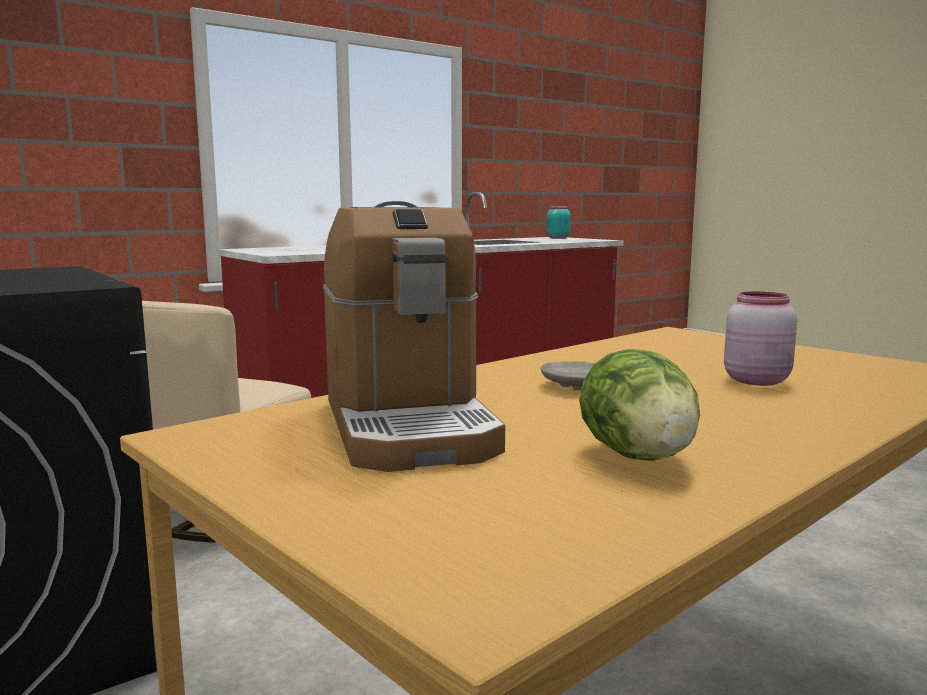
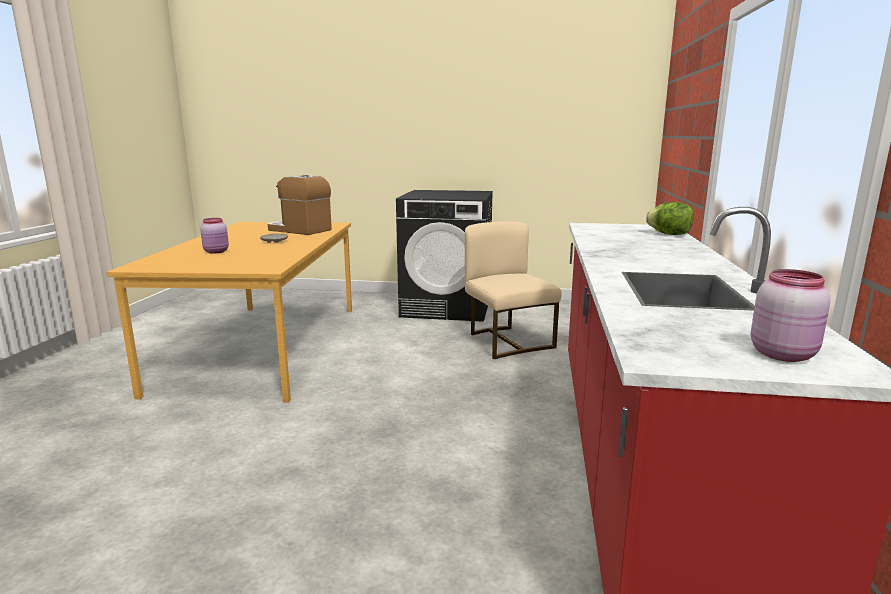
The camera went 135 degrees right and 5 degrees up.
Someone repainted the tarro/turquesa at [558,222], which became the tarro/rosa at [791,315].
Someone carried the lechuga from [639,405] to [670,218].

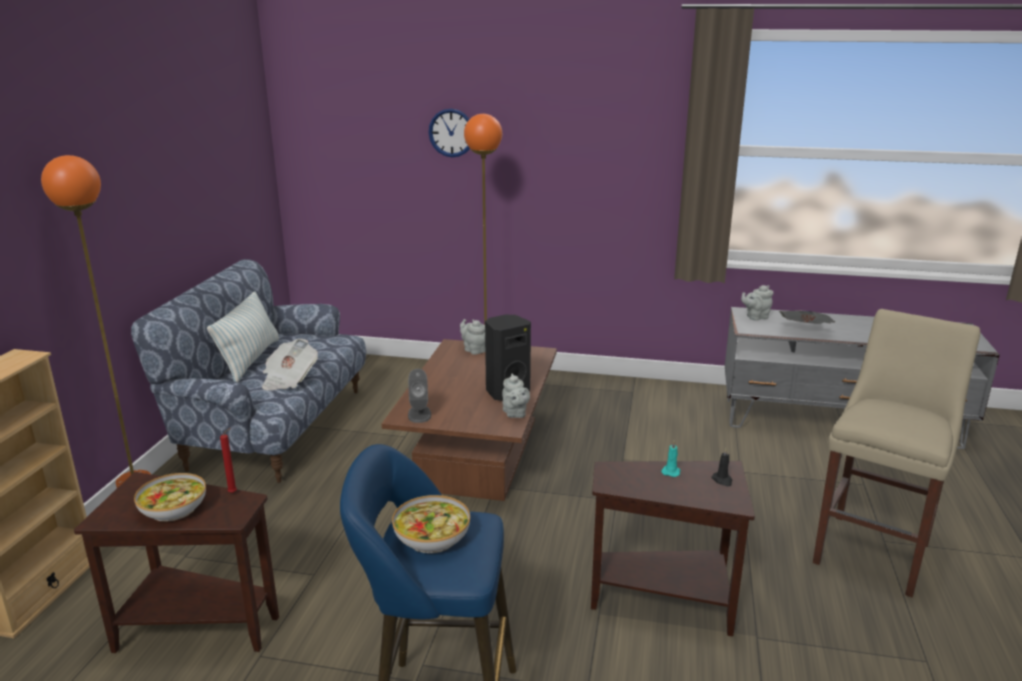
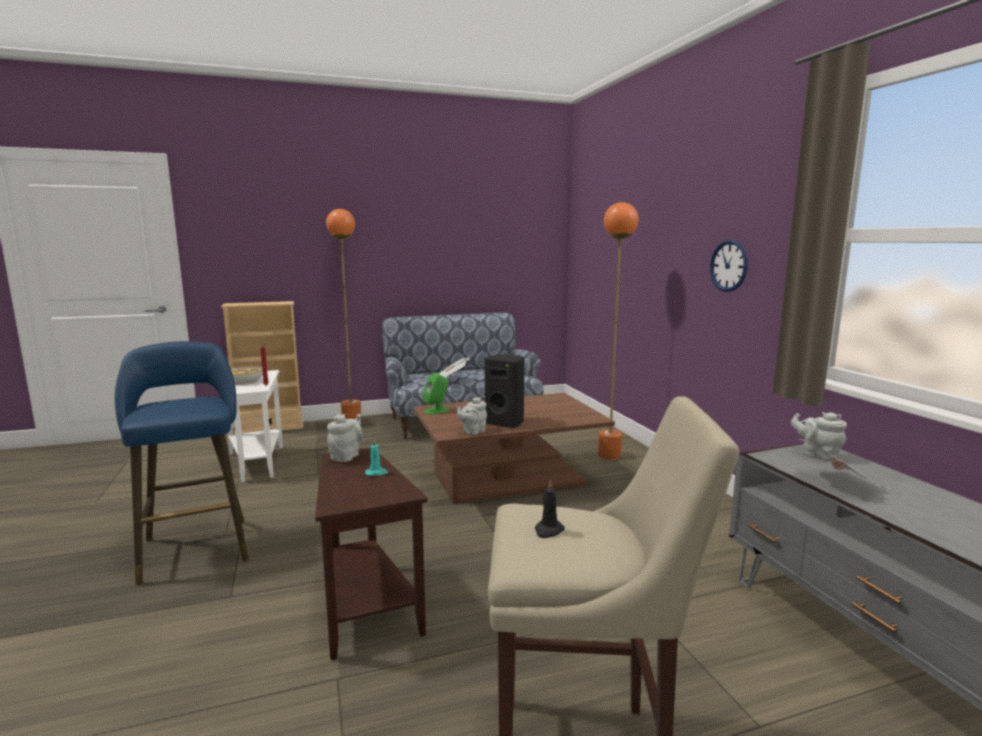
The camera went 60 degrees right and 10 degrees down.
Someone repainted the mesa auxiliar/marrón at [176,562], which became the mesa auxiliar/blanco at [255,426].
Someone took away the cojín at [243,336].
Someone took away the cuenco at [431,524].
Someone repainted the altavoz/gris at [419,396], which became the altavoz/verde at [436,393].
Someone carried the reloj de pared from [449,133] to [729,266].
Someone carried the tetera/gris from [472,337] to [345,438].
Someone carried the vela/negro from [722,467] to [550,509].

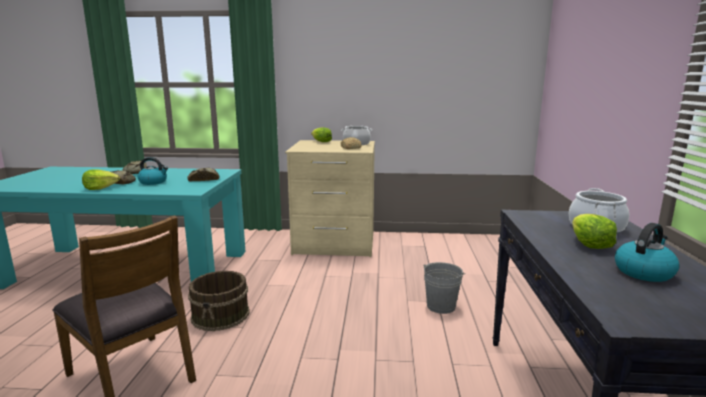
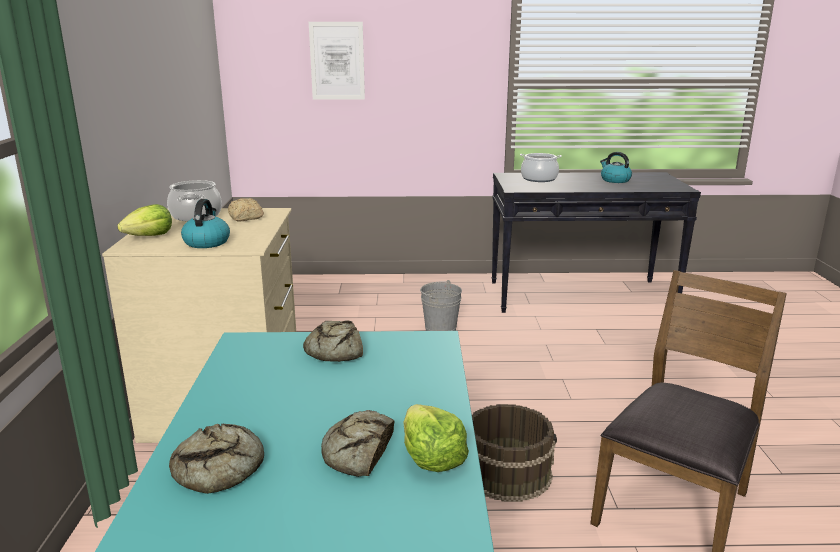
The camera went 95 degrees left and 5 degrees up.
Someone carried the hervidor from [152,171] to [205,223].
Someone took away the lechuga at [594,231].
Someone put up the cuadro at [337,61].

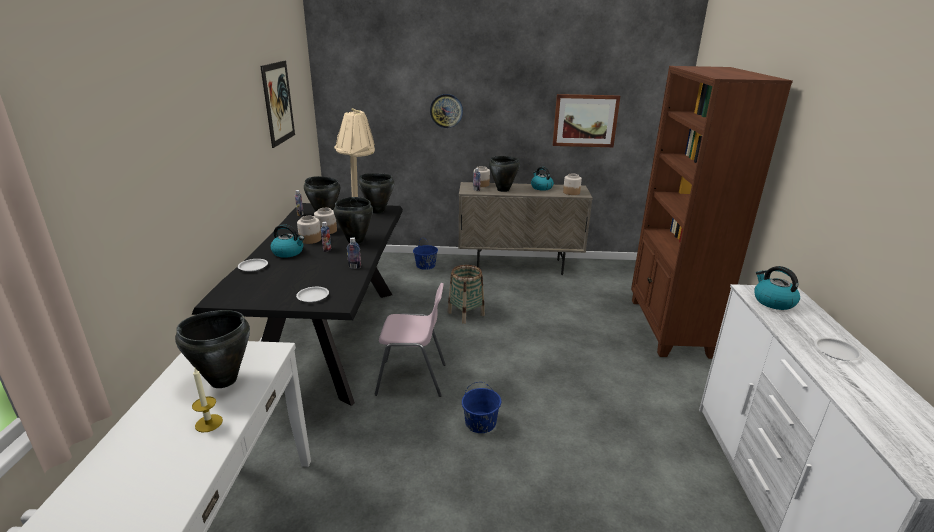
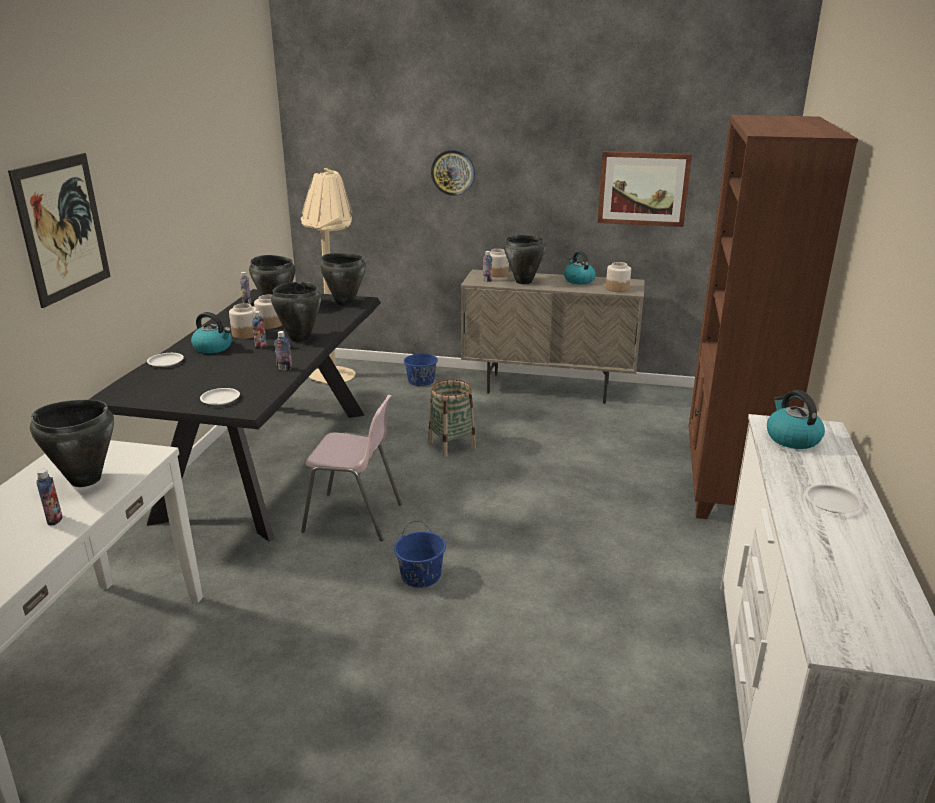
The camera went 10 degrees right and 0 degrees up.
Someone swapped the vela at [207,400] for the botella at [49,497].
Someone carried the cuadro from [277,104] to [59,230].

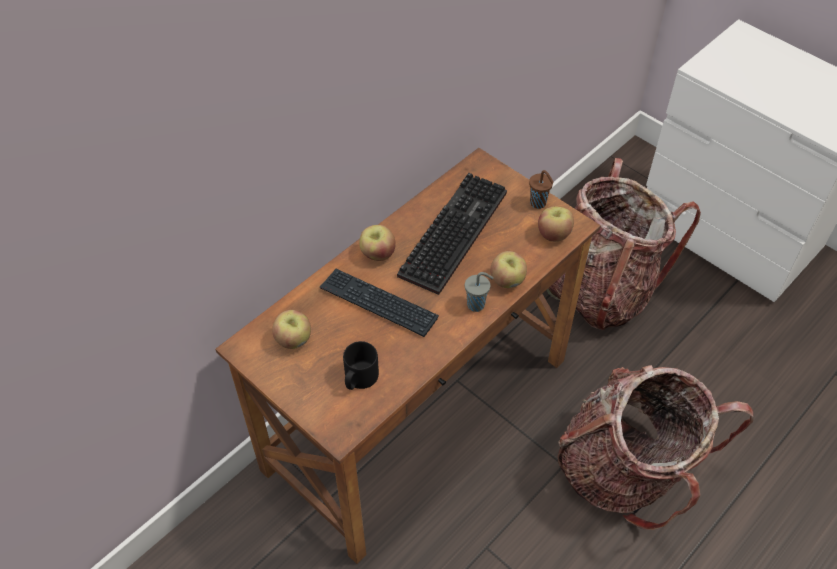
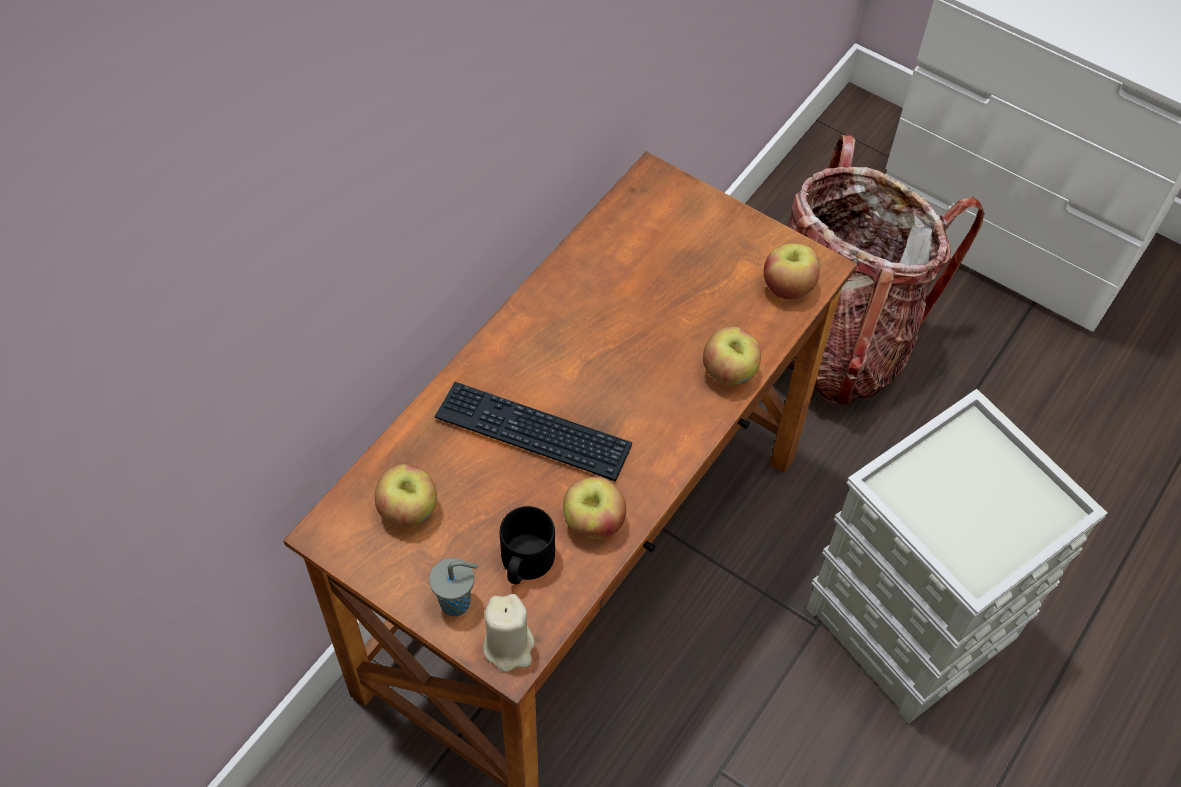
The camera went 10 degrees left and 5 degrees up.
Someone carried the manzana from [377,243] to [594,507].
Someone took away the teclado at [452,234].
Someone carried the taza/gris from [479,292] to [453,587].
Someone took away the taza/marrón at [541,189].
Someone swapped the mochila at [655,447] for the caja de almacenaje/gris at [956,556].
Someone put down the vela/beis at [508,633].

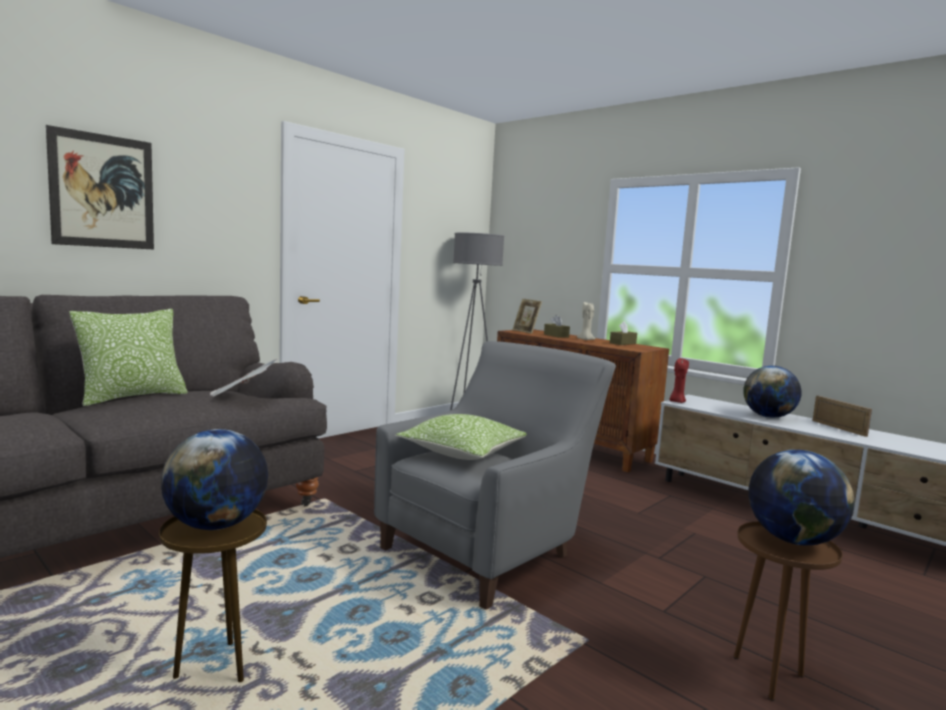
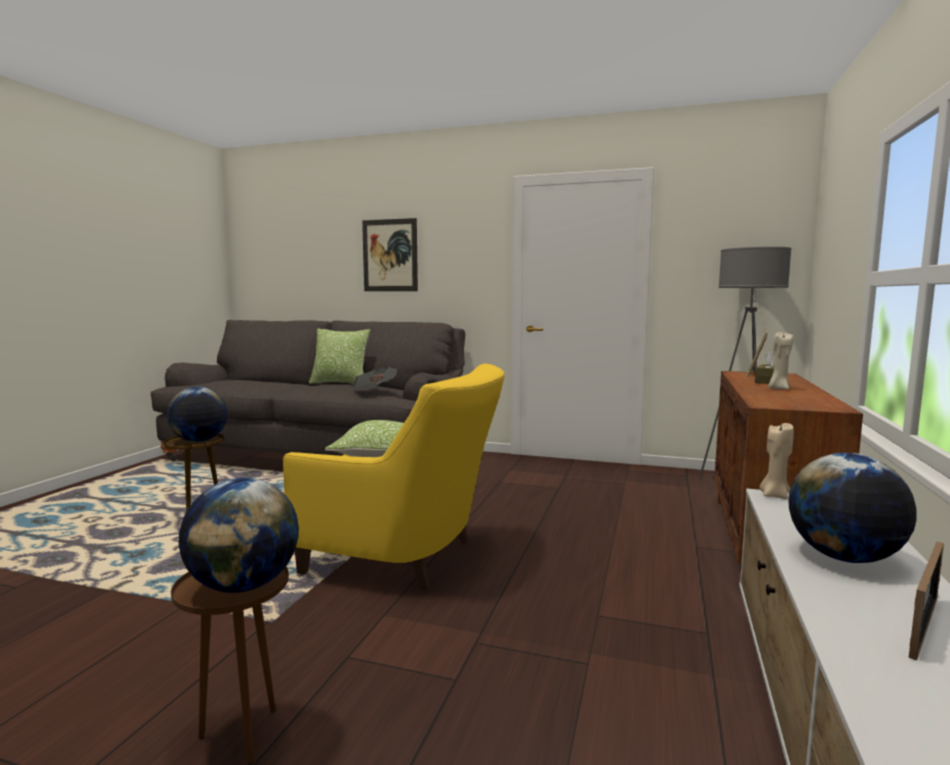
The camera went 65 degrees right and 0 degrees up.
Someone repainted the sillón/gris at [495,475], which became the sillón/amarillo at [393,476].
Someone took away the caja de pañuelos/marrón at [623,333].
Someone repainted the vela/rojo at [679,380], which became the vela/beis at [776,461].

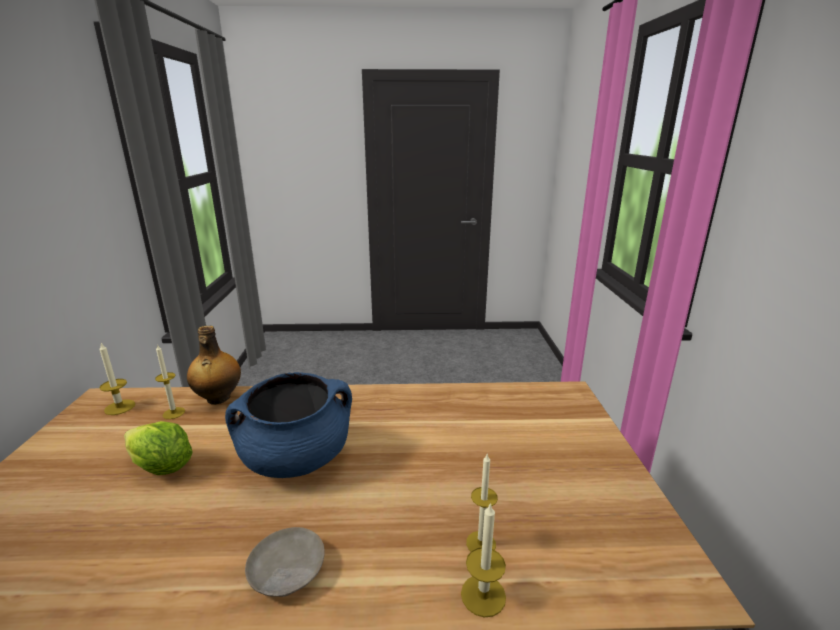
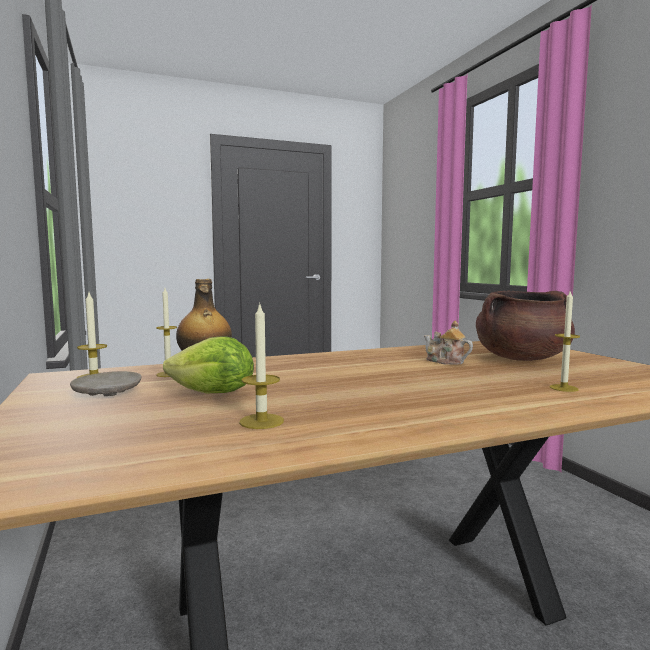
The camera went 20 degrees left and 15 degrees down.
Someone took away the olla/azul at [288,425].
Someone carried the plato/beis from [285,562] to [106,383].
Someone carried the vela from [483,560] to [261,366].
Someone put down the tetera at [448,343].
Someone put down the olla/marrón at [525,325].

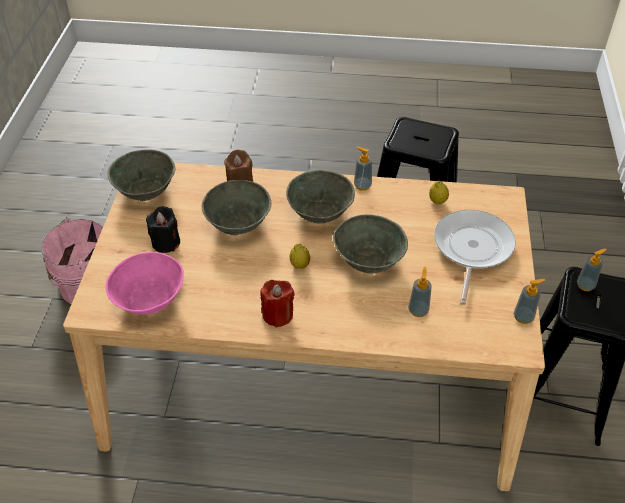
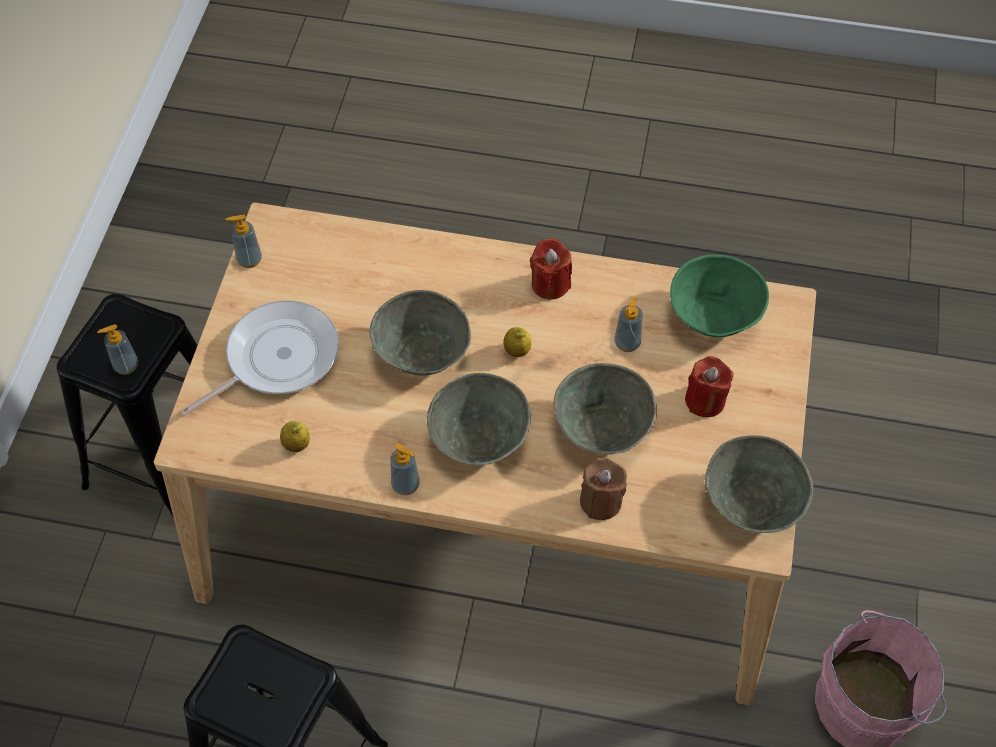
The camera went 175 degrees left and 10 degrees up.
Someone repainted the cuenco/rosa at [144,283], which became the cuenco/verde at [719,295].
Someone repainted the vela/negro at [163,229], which became the vela/rojo at [709,386].
Someone carried the dispensador de jabón from [420,292] to [628,324].
Someone rotated the sartén at [475,257] by 150 degrees counterclockwise.

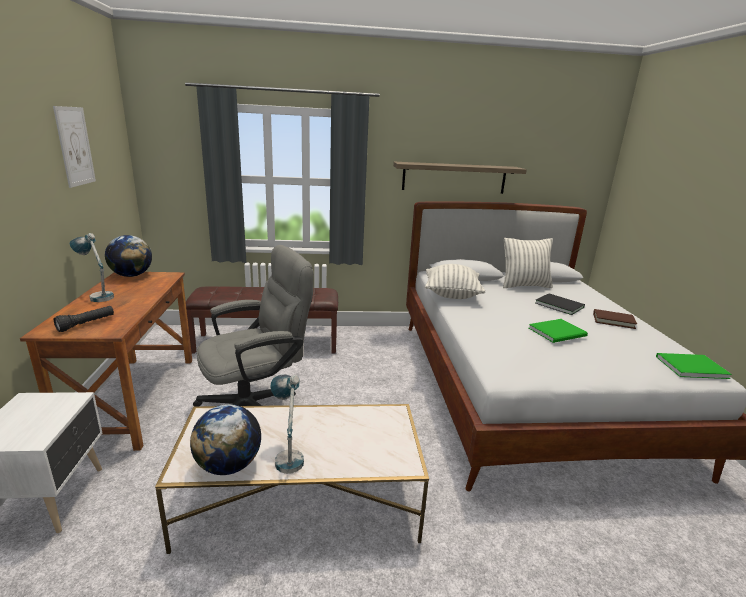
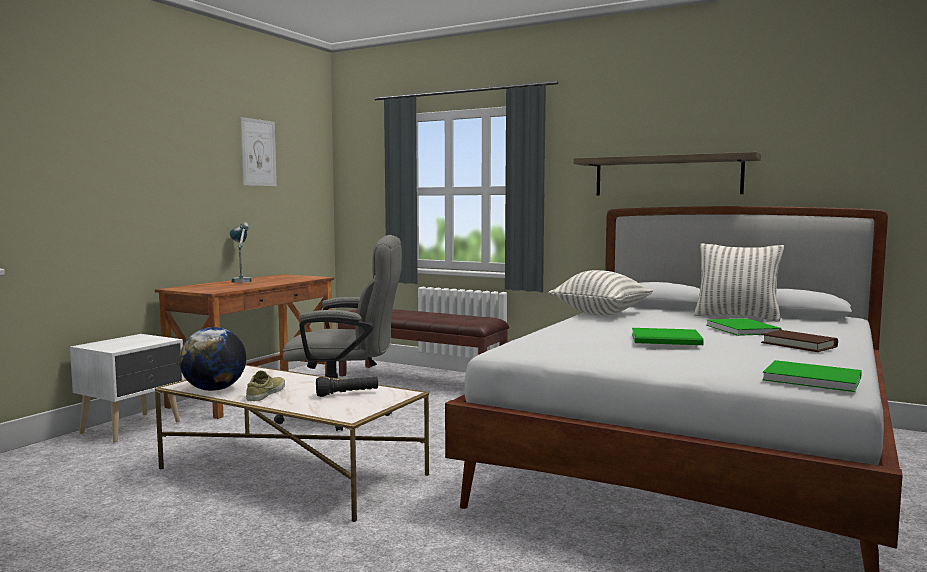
The camera went 35 degrees right and 15 degrees down.
Someone carried the linterna/negro from [84,319] to [347,387].
Someone took away the globo terráqueo at [128,256].
Someone swapped the lámpara de mesa at [287,424] for the zapato/beis at [265,386].
Someone repainted the libro/negro at [560,304], which became the libro/verde at [744,327].

